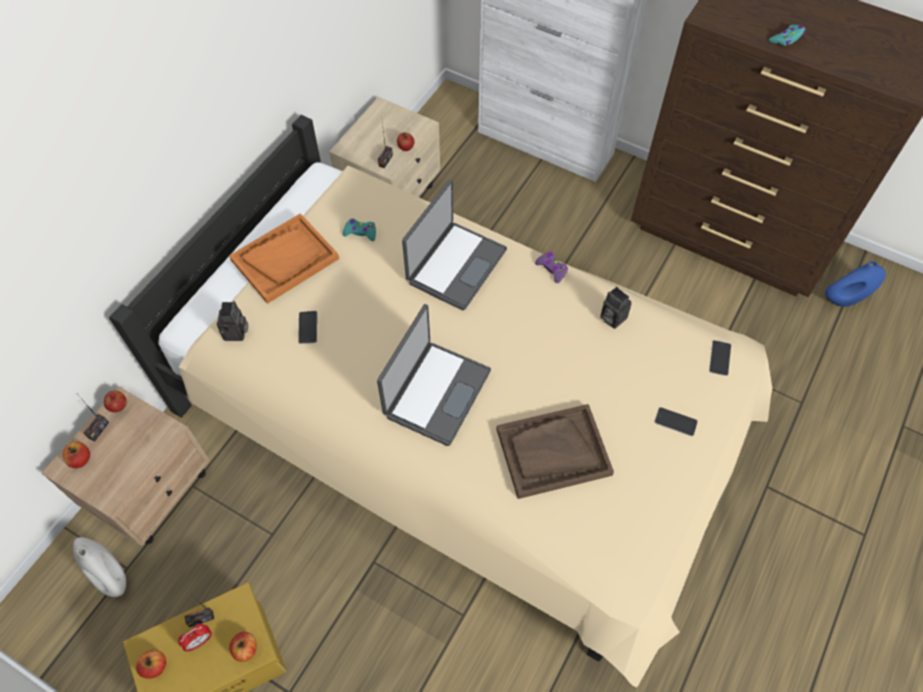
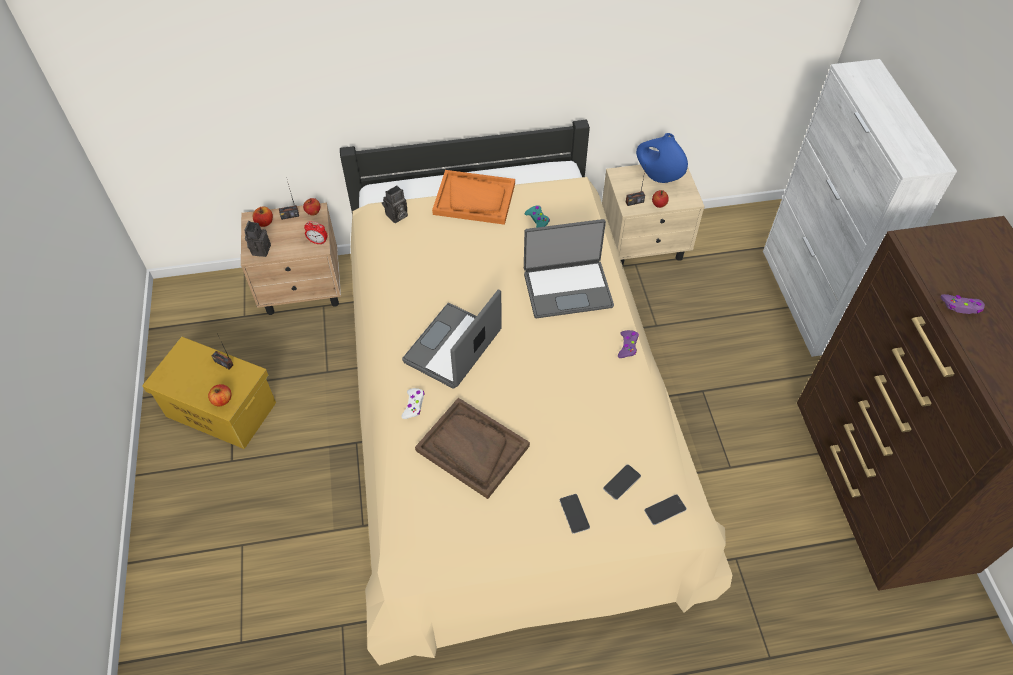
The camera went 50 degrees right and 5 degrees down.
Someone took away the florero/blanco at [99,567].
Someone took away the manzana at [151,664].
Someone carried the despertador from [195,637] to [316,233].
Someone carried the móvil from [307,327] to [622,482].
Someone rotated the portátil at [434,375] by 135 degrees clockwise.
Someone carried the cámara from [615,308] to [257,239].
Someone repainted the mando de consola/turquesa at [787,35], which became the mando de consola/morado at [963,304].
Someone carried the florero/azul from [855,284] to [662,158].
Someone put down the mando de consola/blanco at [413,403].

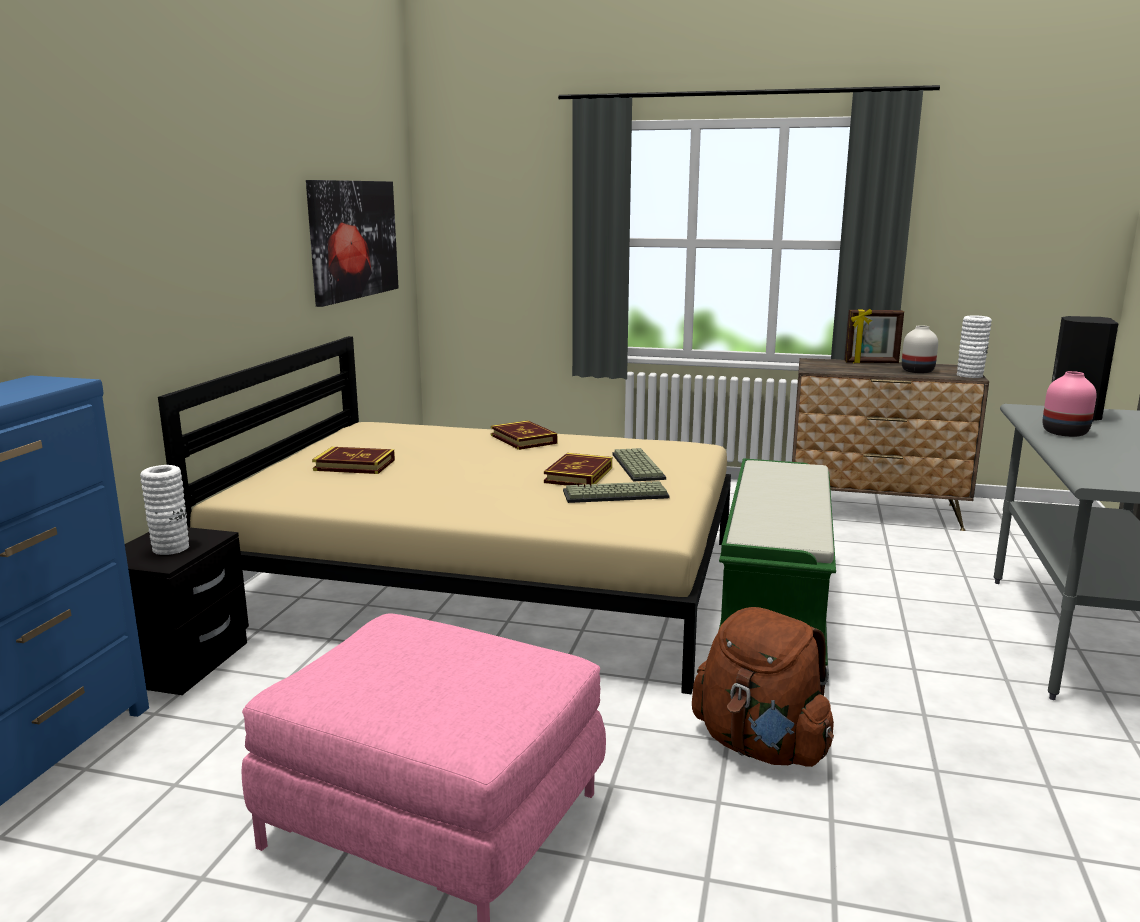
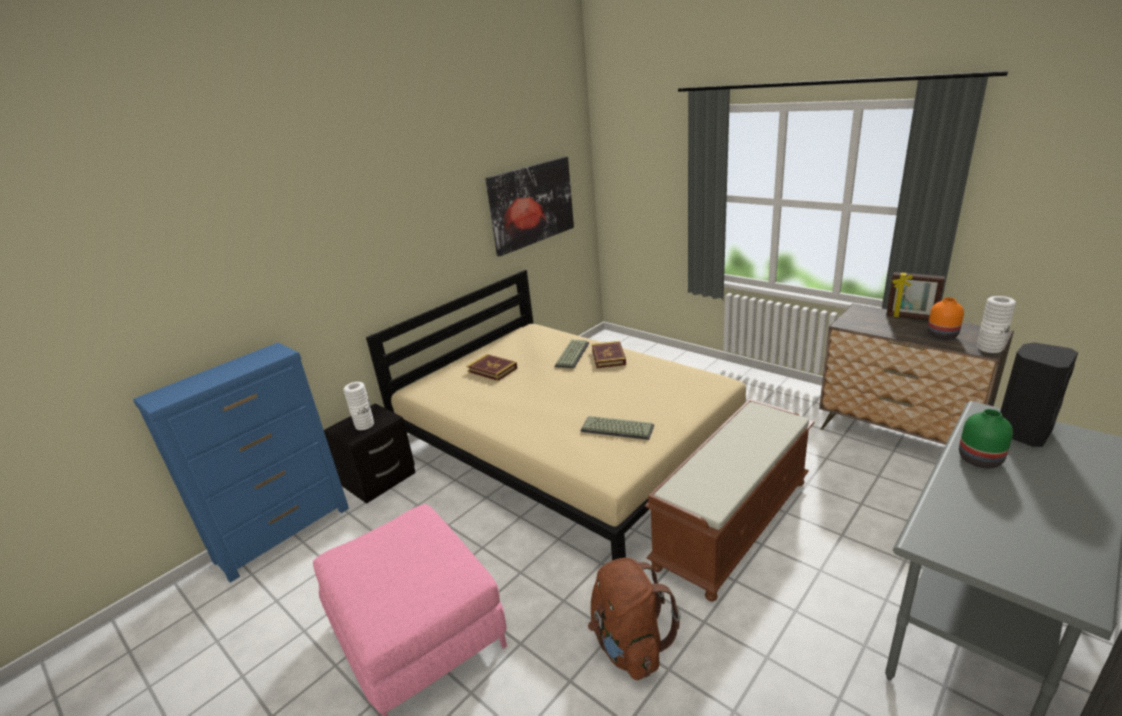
The camera went 30 degrees right and 10 degrees up.
Someone took away the libro at [578,470].
Someone carried the teclado from [639,465] to [572,354].
Someone repainted the banco/verde at [777,561], which became the banco/marrón at [729,500].
Someone repainted the florero/blanco at [920,349], which became the florero/naranja at [945,318].
Someone repainted the florero/rosa at [1070,404], which became the florero/verde at [986,438].

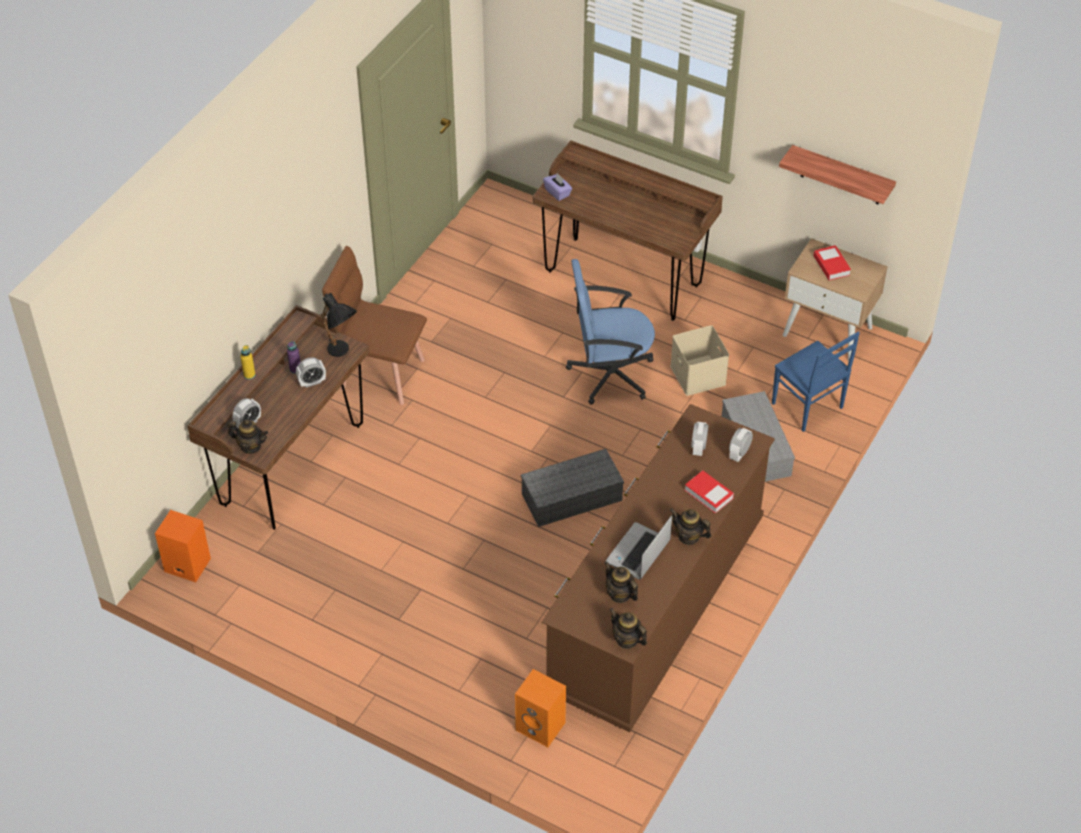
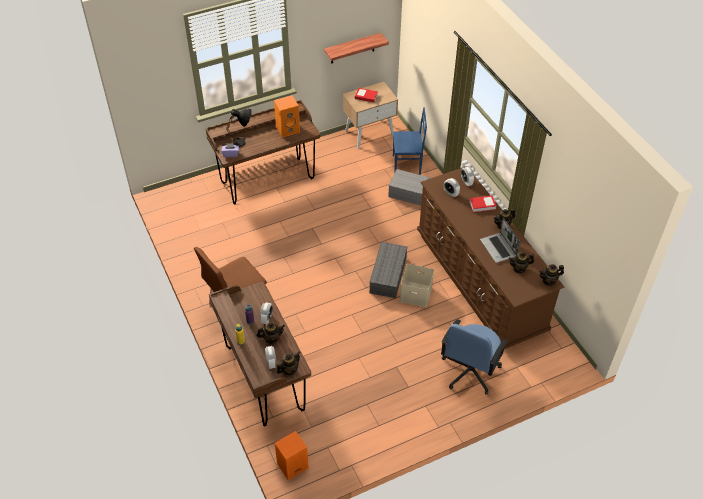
The camera went 55 degrees left and 0 degrees up.
Someone carried the lámpara de mesa/negro from [339,325] to [239,128].
Someone carried the altavoz/naranja from [540,708] to [287,116].
Someone carried the silla de oficina/azul from [610,332] to [474,356].
Someone carried the caja de almacenaje/beis from [699,360] to [417,285].
Someone put down the tetera at [271,333].

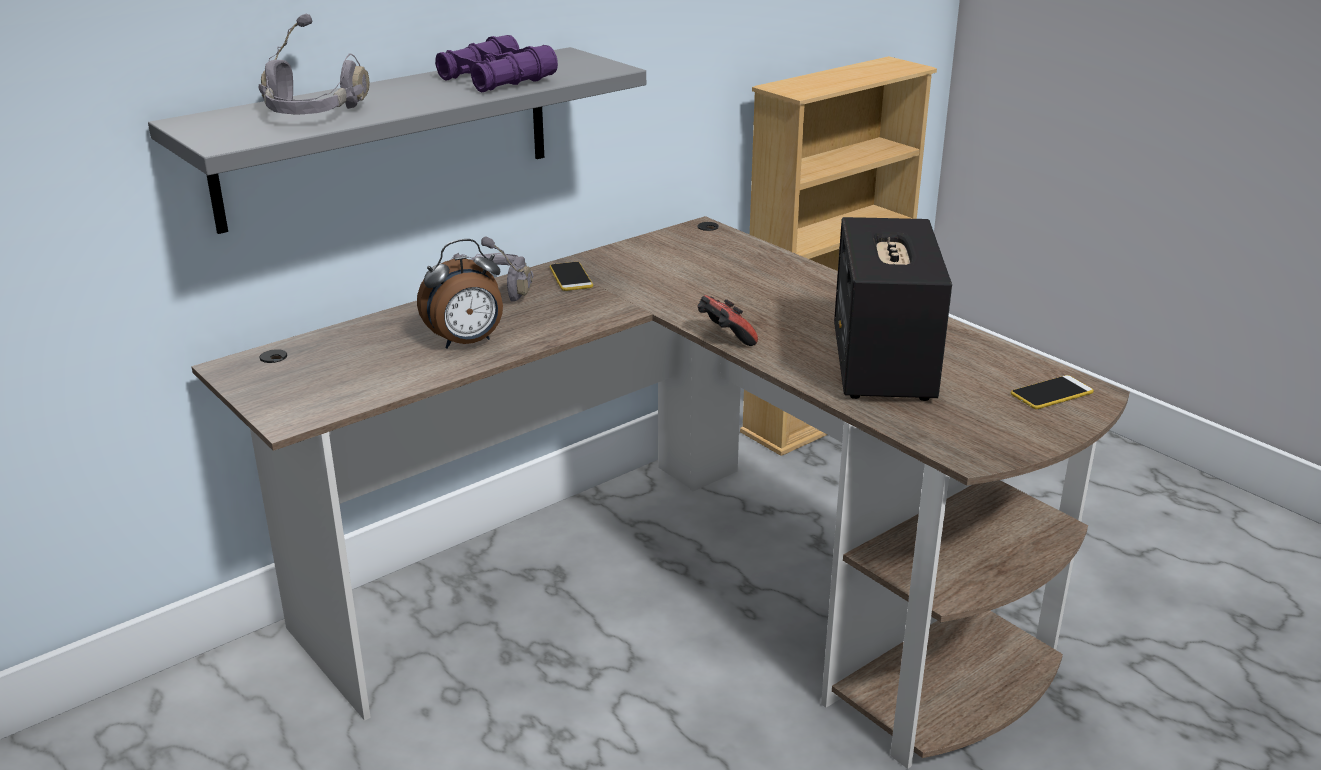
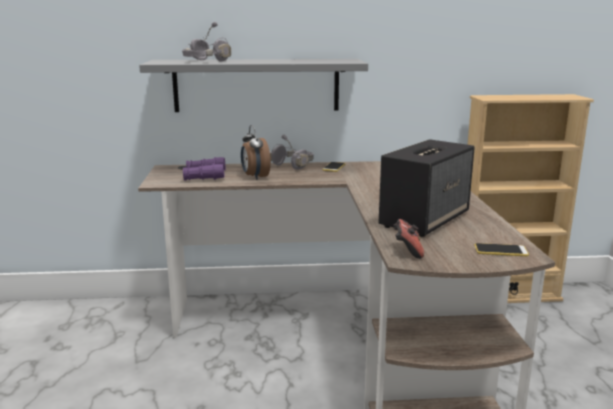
The camera went 35 degrees right and 10 degrees down.
Someone rotated the despertador at [460,294] by 60 degrees clockwise.
Someone carried the prismáticos/morado from [496,63] to [204,169].
Someone carried the mando de consola from [727,320] to [408,239].

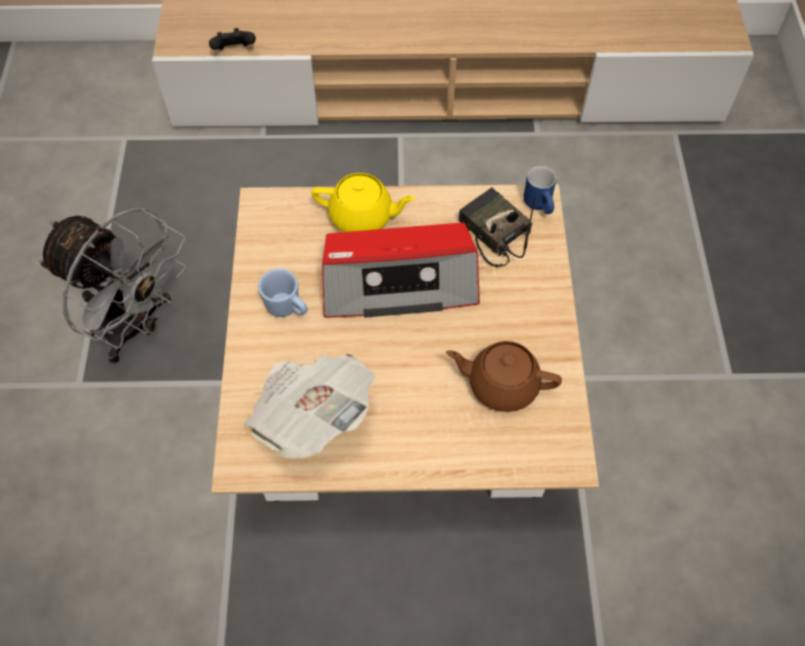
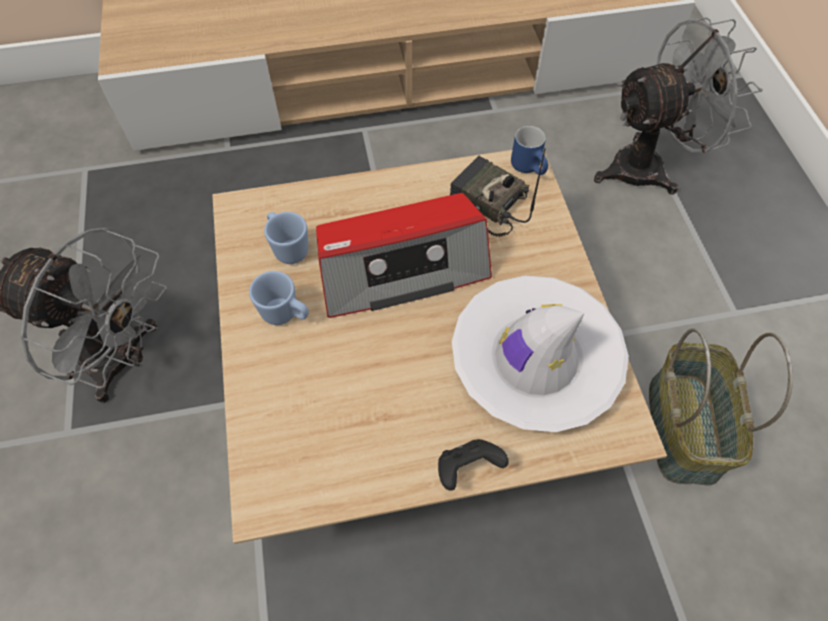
The camera went 10 degrees left and 0 degrees up.
Someone carried the mando de consola/negro from [232,39] to [473,465].
Someone took away the periódico at [309,406].
Someone took away the tetera/amarillo at [363,202].
Someone swapped the tetera/marrón at [504,376] for the sombrero/blanco at [540,354].
Someone put down the taza grande/azul at [286,238].
Someone put down the ventilador/gris at [678,106].
Someone put down the cesta at [721,406].

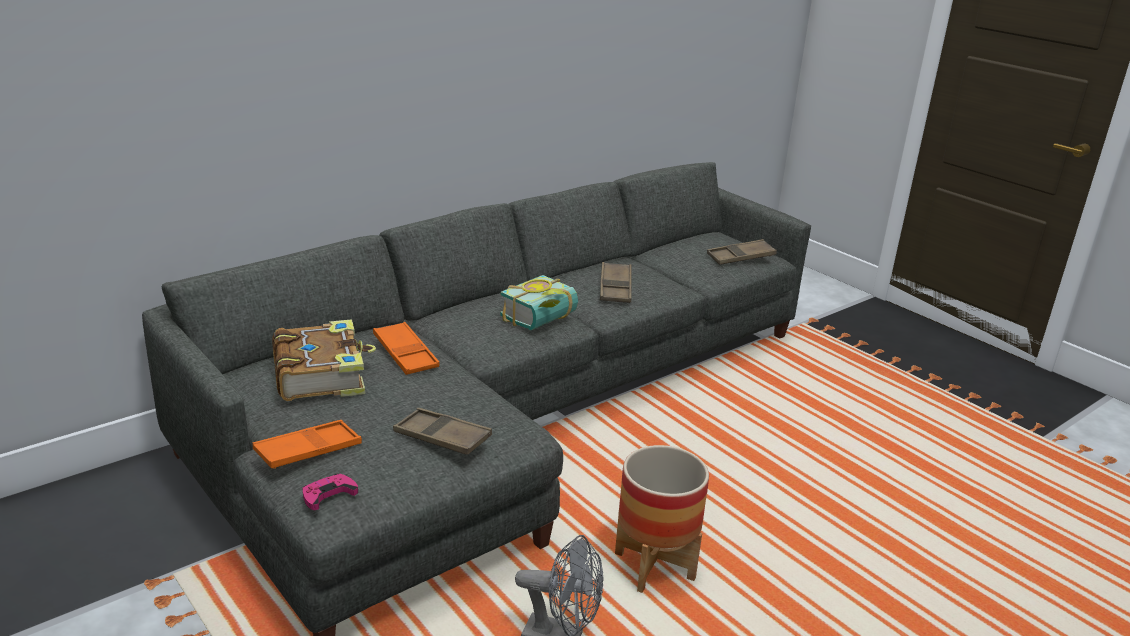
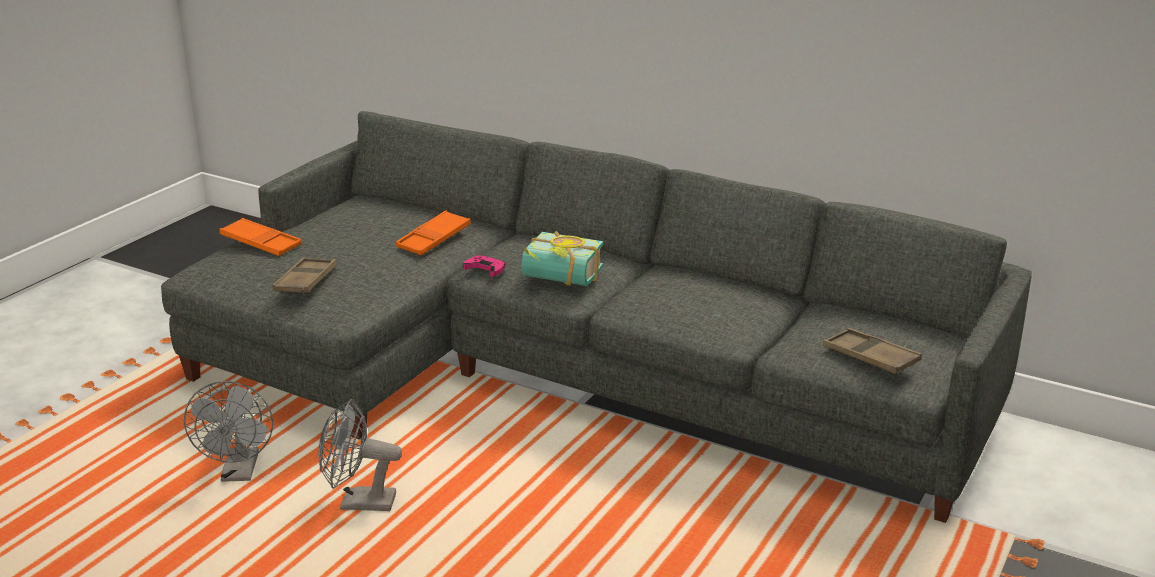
The camera went 70 degrees right and 0 degrees up.
Someone took away the libro at [324,360].
Someone carried the mando de consola/rosa from [330,492] to [484,266].
Someone took away the bandeja/marrón at [615,282].
Someone swapped the maceta at [662,519] for the ventilador/gris at [360,455].

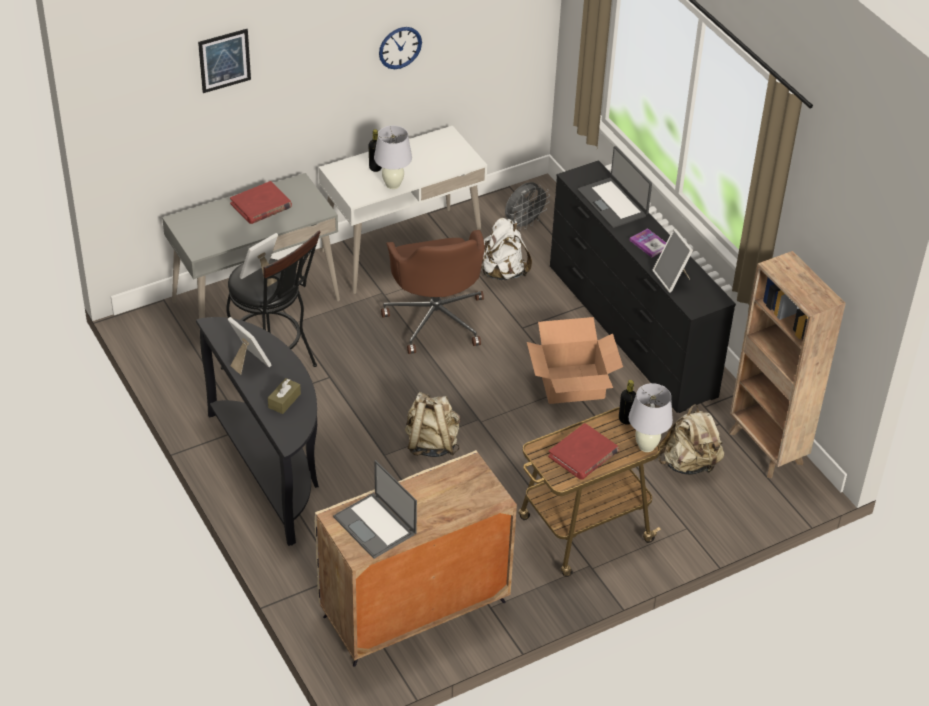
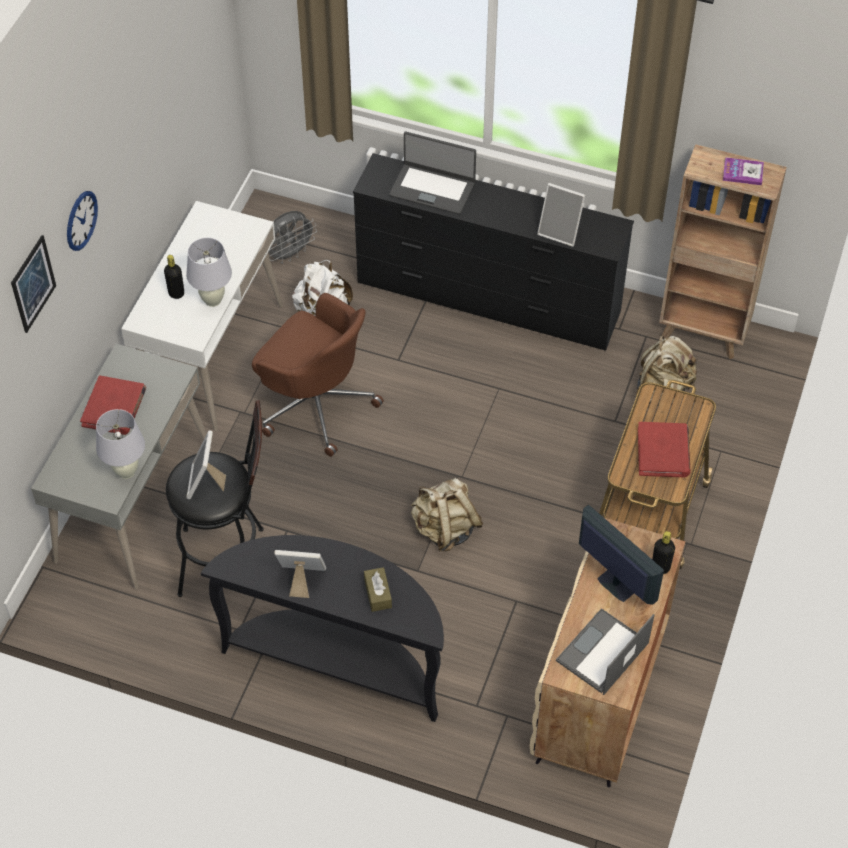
The camera went 40 degrees left and 10 degrees up.
Someone rotated the portátil at [375,509] by 120 degrees clockwise.
Someone carried the reloj de pared from [400,48] to [82,221].
Someone rotated the ventilador/gris at [527,206] by 45 degrees clockwise.
Someone took away the caja de cartón at [575,360].
Someone carried the botella/negro from [627,402] to [663,552].
Someone carried the libro from [647,242] to [743,171].
Someone carried the lámpara de mesa/blanco from [651,417] to [120,444].
Someone put down the monitor at [621,555].

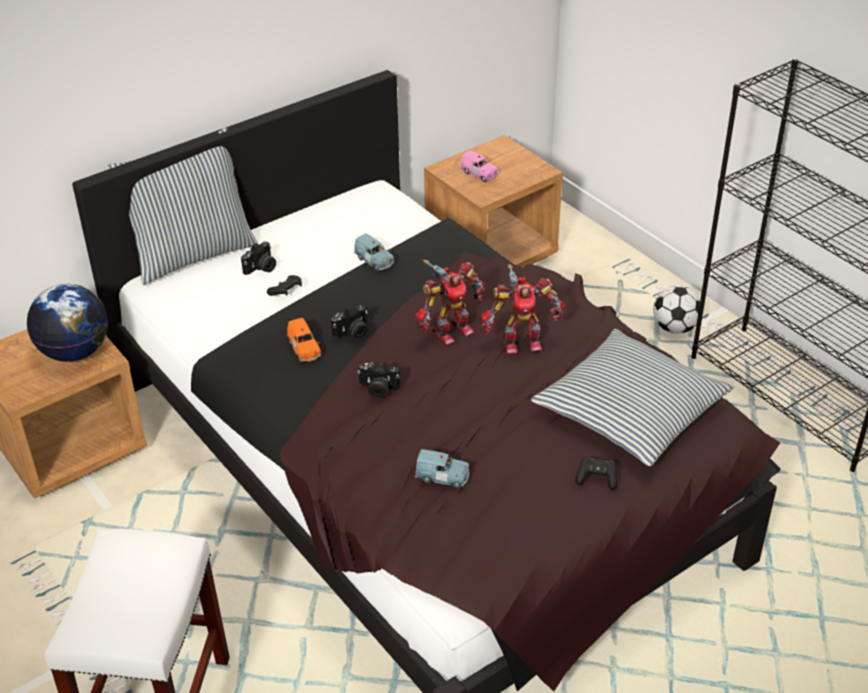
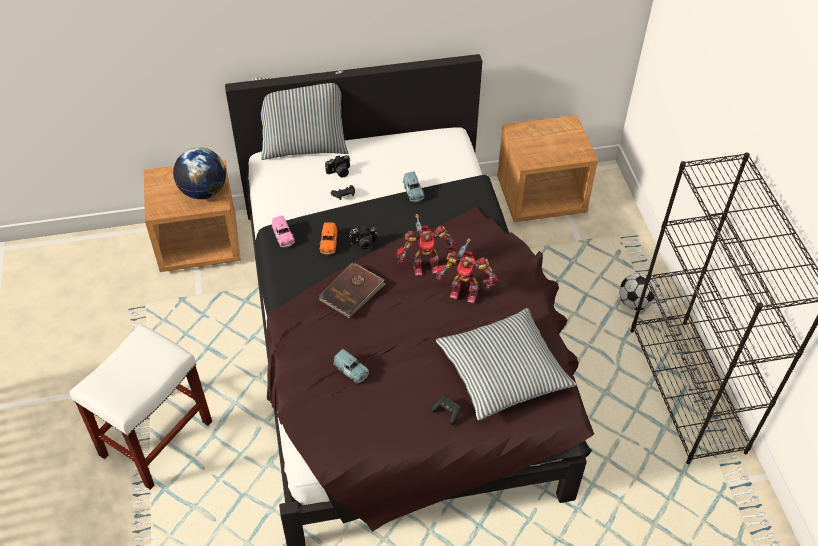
The camera went 25 degrees right and 10 degrees up.
Someone swapped the cámara at [379,380] for the libro/marrón at [351,291].
Someone carried the coche de juguete/rosa from [479,166] to [283,231].

